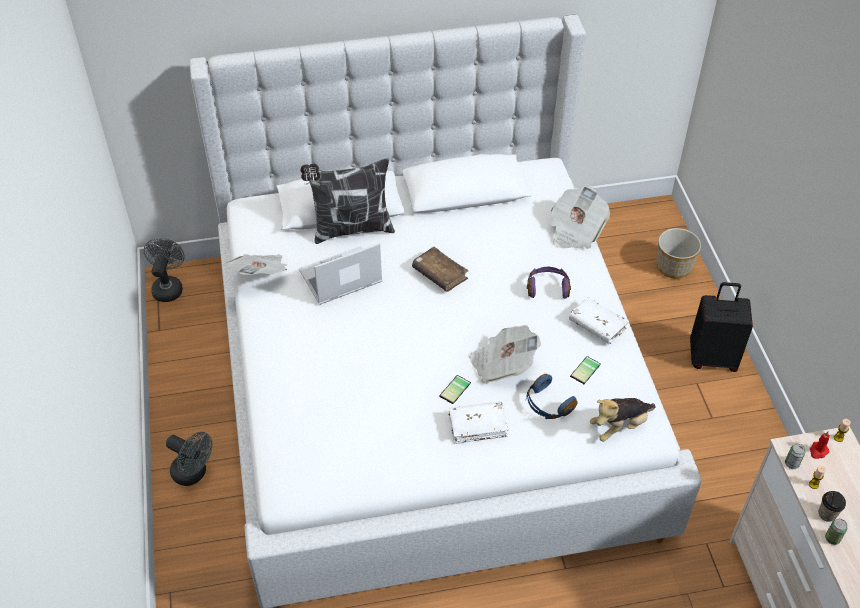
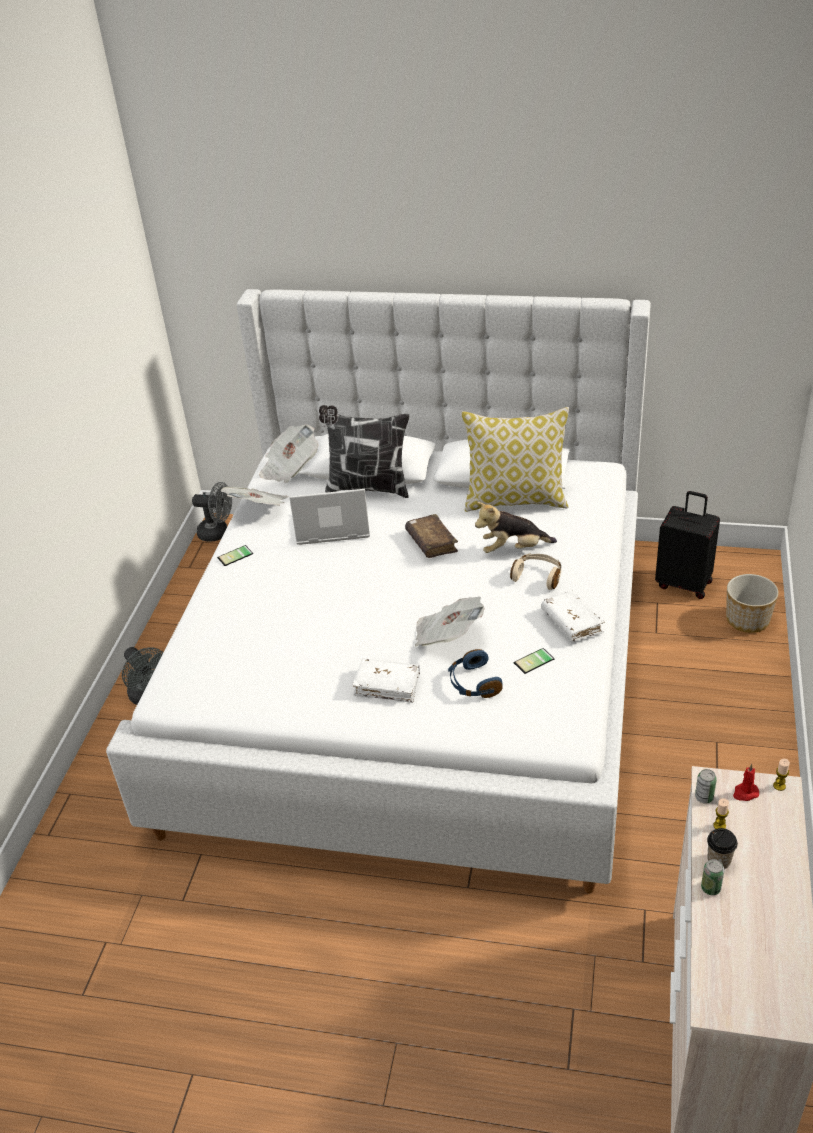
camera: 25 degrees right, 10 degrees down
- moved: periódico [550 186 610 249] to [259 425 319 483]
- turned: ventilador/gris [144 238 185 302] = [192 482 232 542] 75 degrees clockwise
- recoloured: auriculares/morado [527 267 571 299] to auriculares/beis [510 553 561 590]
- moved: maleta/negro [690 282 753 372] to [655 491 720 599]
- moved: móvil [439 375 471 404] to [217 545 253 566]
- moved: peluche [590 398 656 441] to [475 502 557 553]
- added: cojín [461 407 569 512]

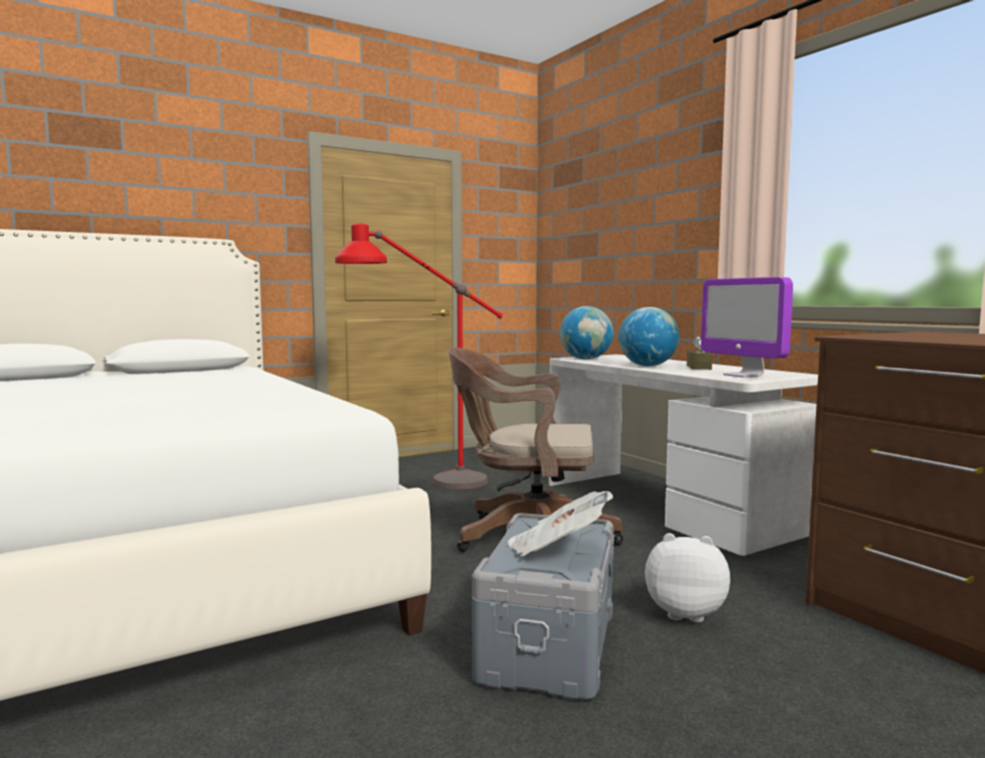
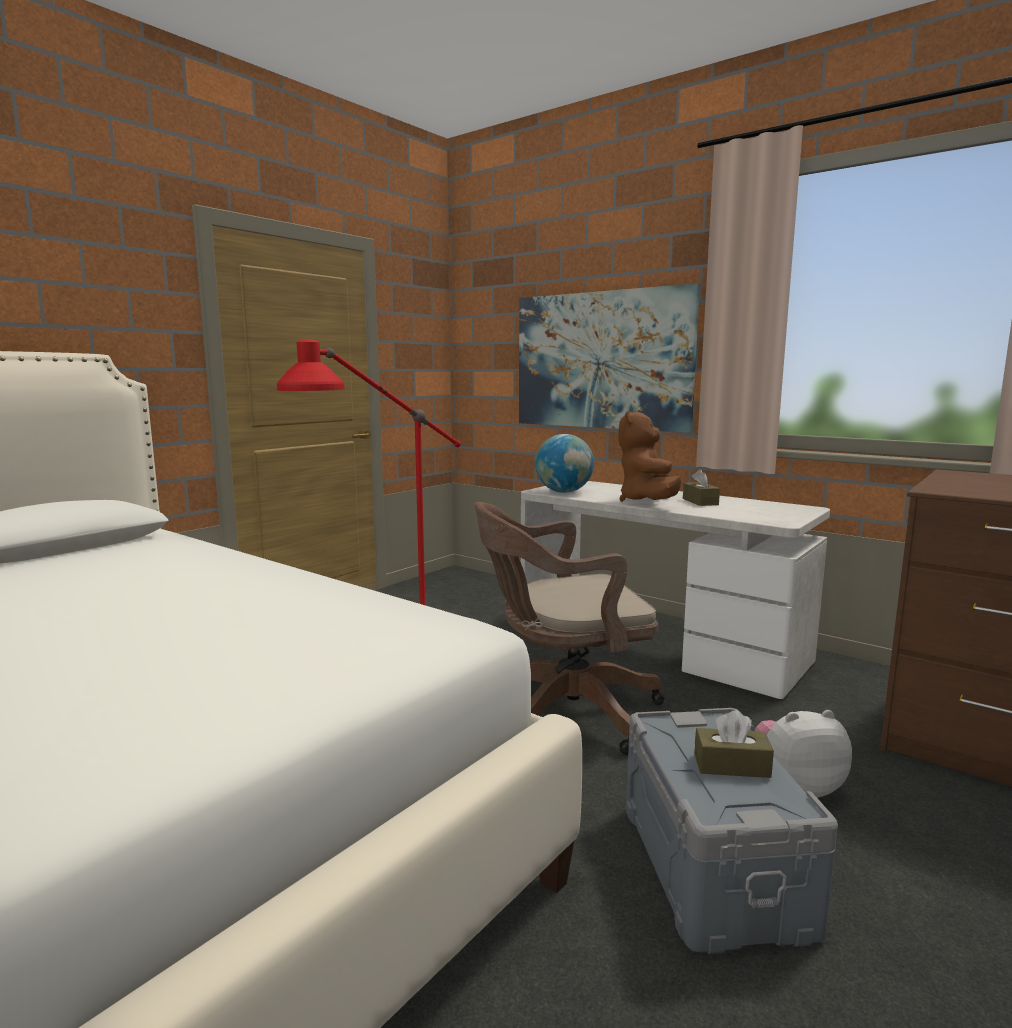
camera: 20 degrees left, 5 degrees up
- removed: monitor [701 277 793 378]
- replaced: globo terráqueo [619 307 679 366] to peluche/marrón [619 411 681 502]
- replaced: periódico [507 491 613 556] to caja de pañuelos/marrón [694 711 774 778]
- added: cuadro [519 283 700 433]

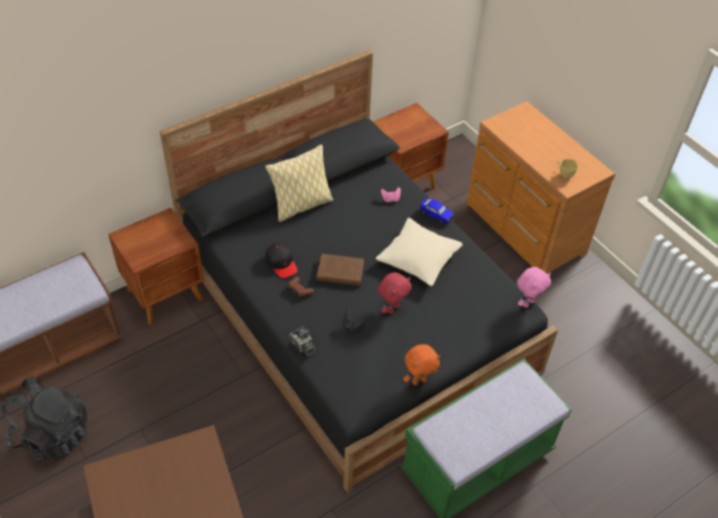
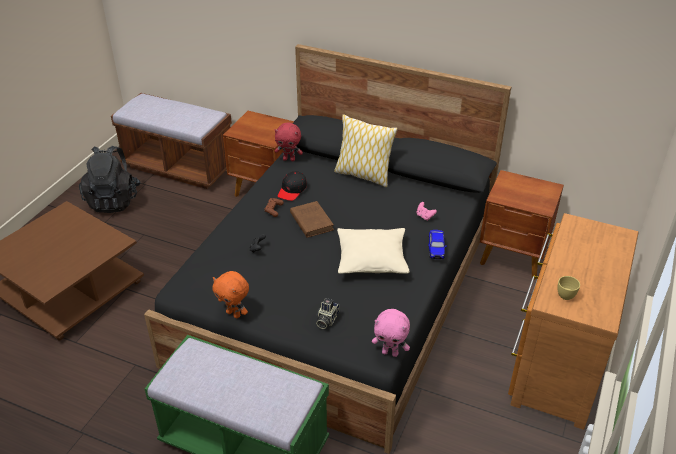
camera: 60 degrees right, 10 degrees down
- moved: peluche/rojo [378 272 412 314] to [275 123 303 161]
- moved: cámara [289 327 315 355] to [316 298 339 329]

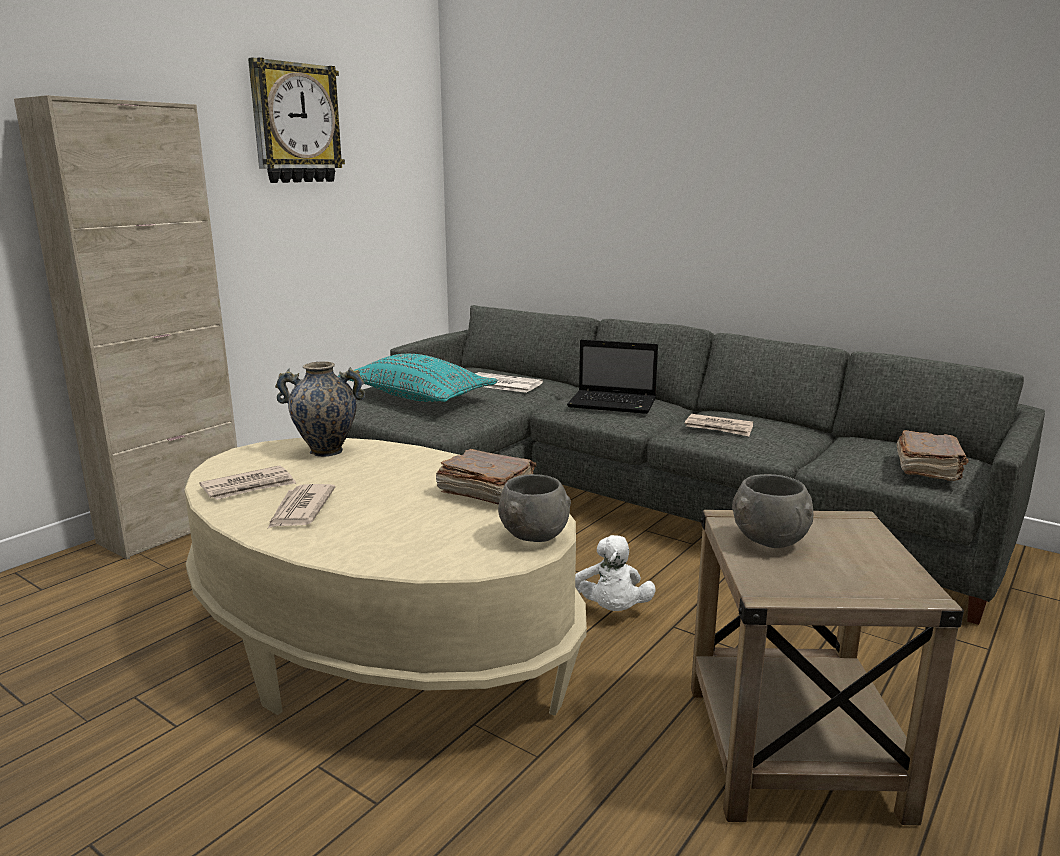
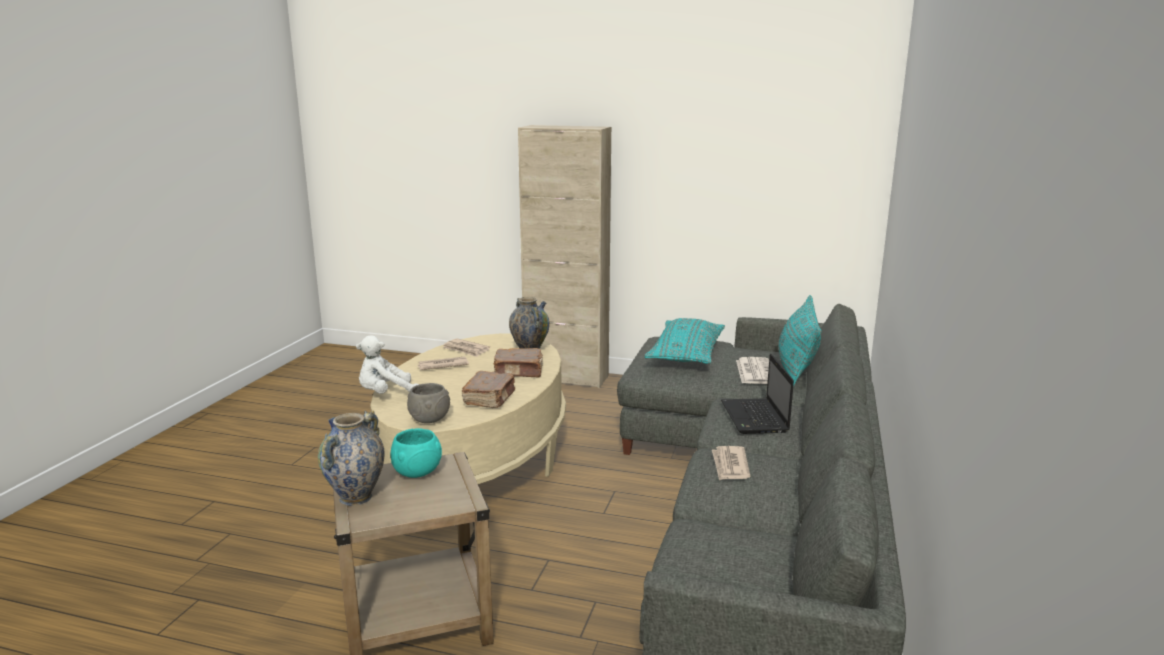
camera: 70 degrees right, 0 degrees up
- removed: reloj de pared [248 57 345 183]
- moved: libro/marrón [896 430 969 481] to [493 348 544 377]
- recoloured: cuenco/gris [732 474 813 548] to cuenco/turquesa [391 428 442 478]
- moved: peluche/blanco [575 535 656 611] to [356 335 419 394]
- added: cojín/turquesa [779 295 822 388]
- added: florero [318 411 385 506]

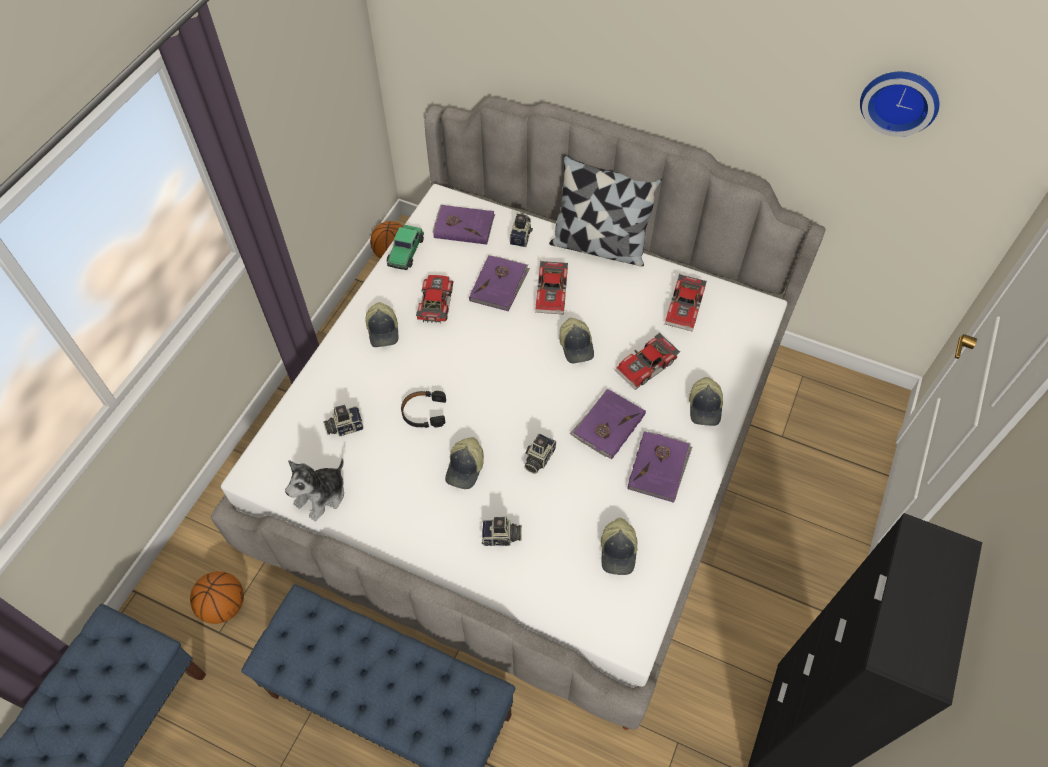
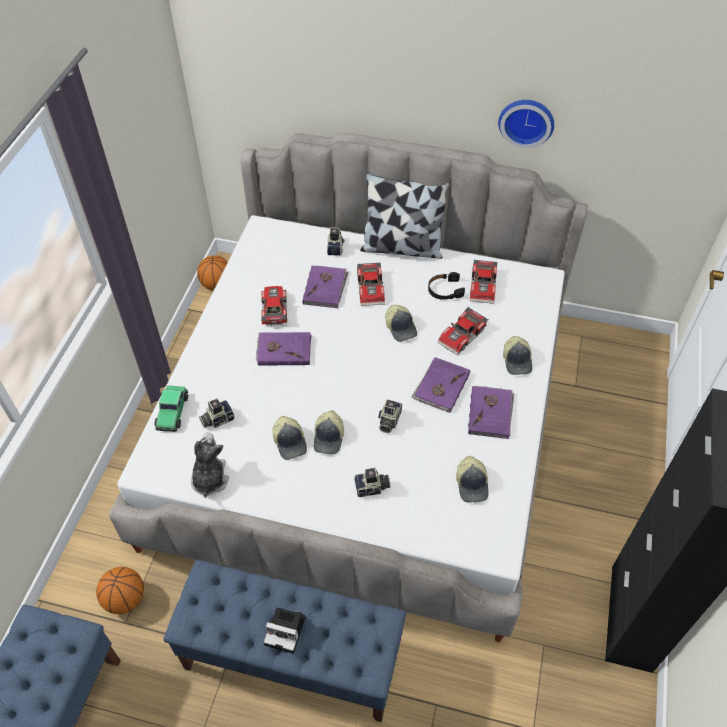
camera: 10 degrees left, 5 degrees down
- moved: reloj de pared [860 72 939 137] to [498 100 554 148]
- moved: libro/morado [432 204 495 245] to [256 332 312 366]
- moved: coche de juguete [387 225 424 270] to [154 385 188 432]
- moved: gorra [365 302 398 347] to [273 416 307 460]
- moved: auriculares/negro [401 391 446 428] to [428 272 465 300]
- turned: peluche [285 458 344 521] = [191 433 229 498] 150 degrees clockwise
- added: cámara [264 608 305 654]

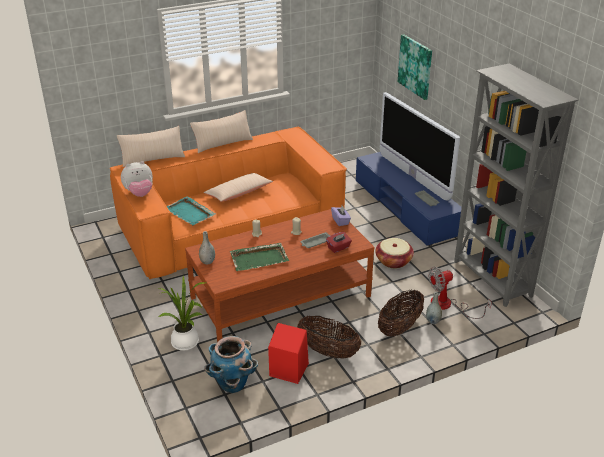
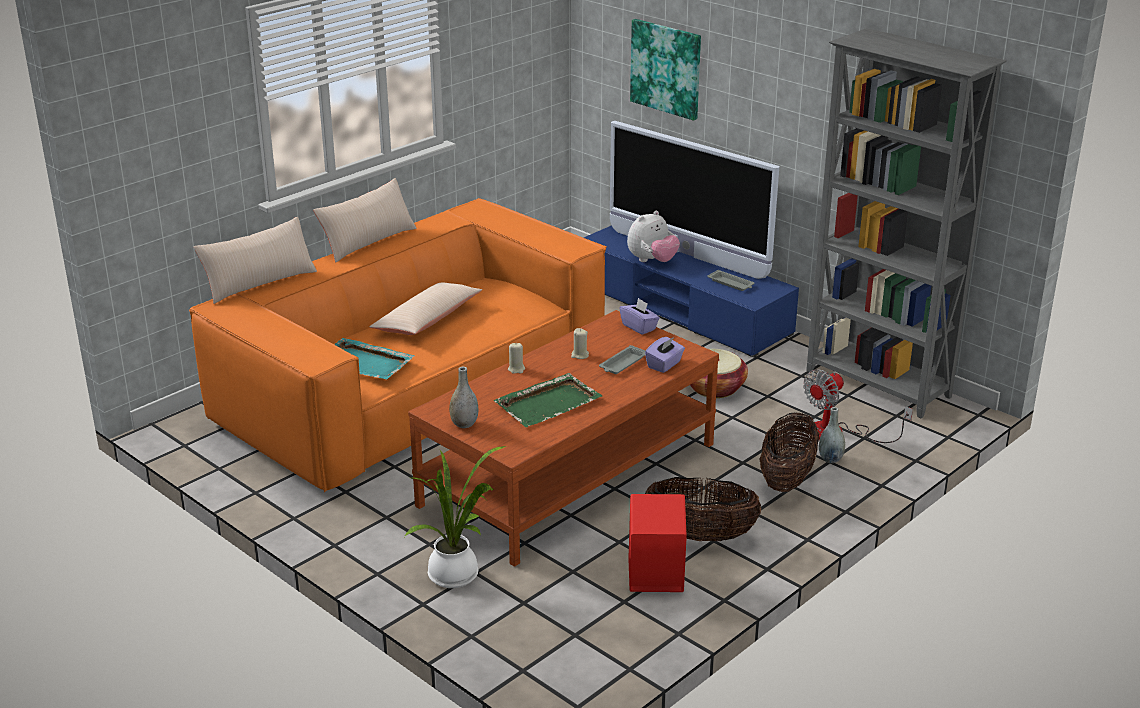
camera: 20 degrees left, 5 degrees down
- moved: peluche [121 161 153 197] to [627 211 680 262]
- recoloured: caja de pañuelos/rojo [326 232 352 253] to caja de pañuelos/morado [645 337 685 373]
- removed: maceta [204 336 258 393]

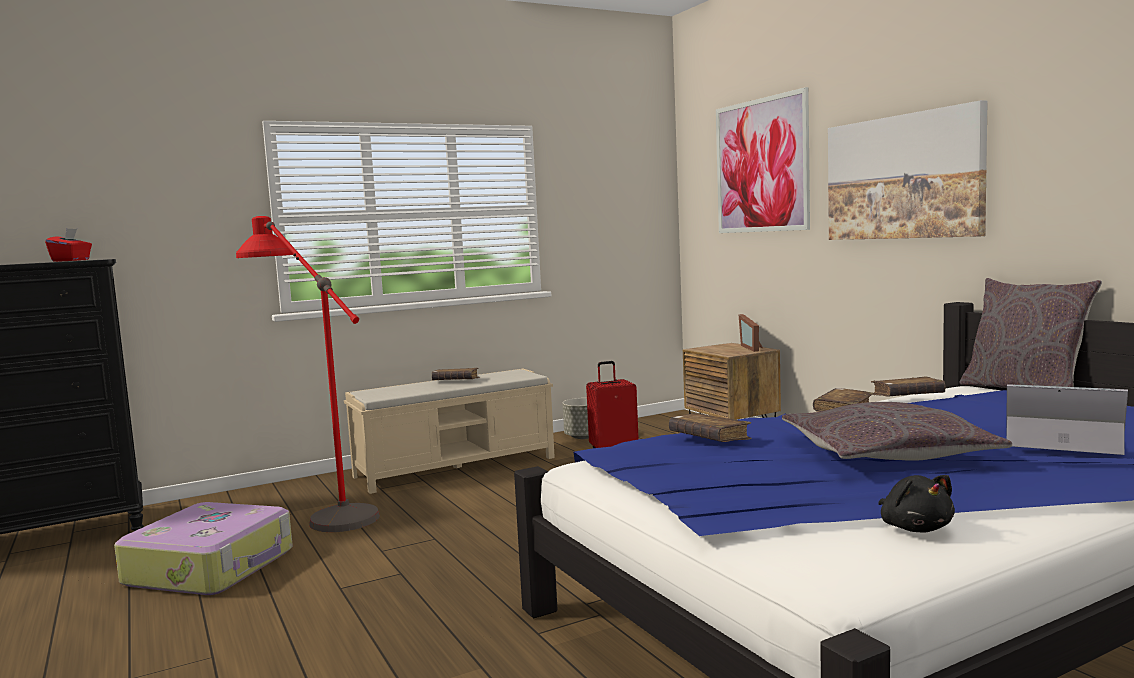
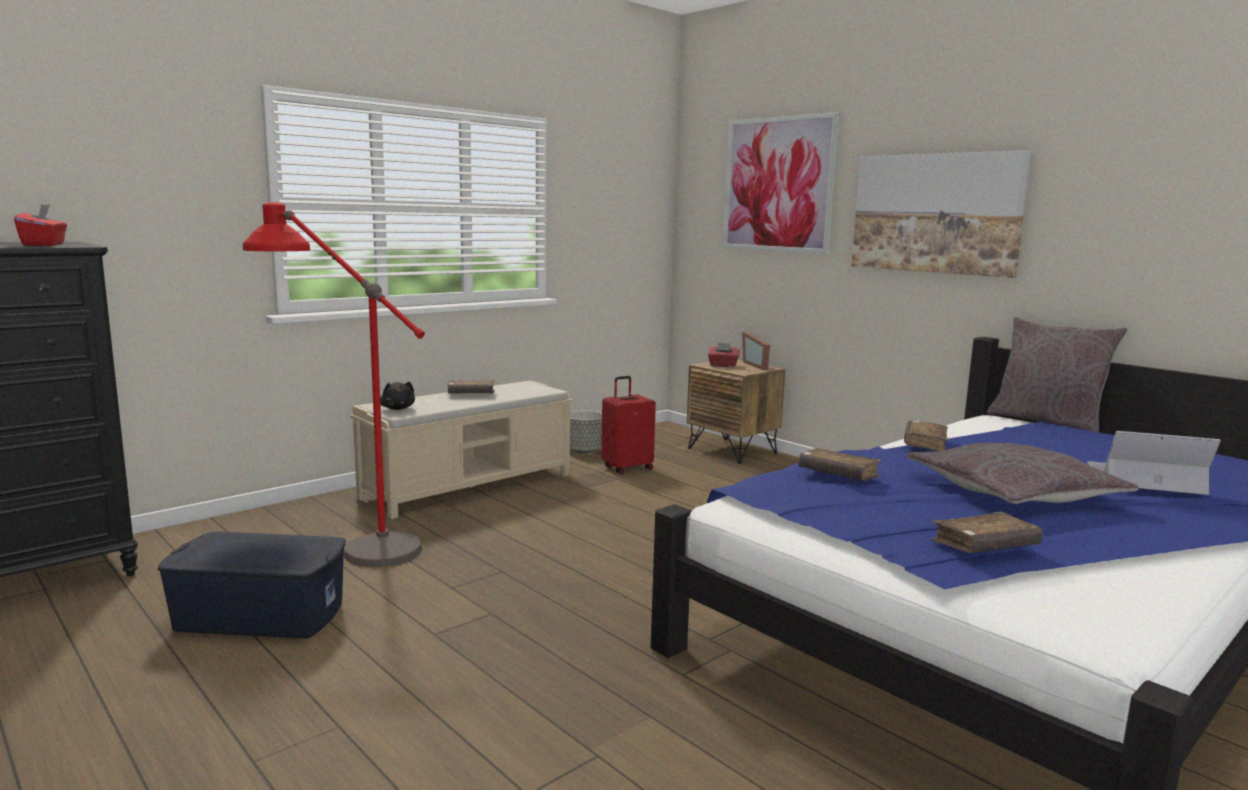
camera: 15 degrees left, 5 degrees up
- moved: libro/marrón [871 376 945 396] to [931 512 1043 553]
- moved: peluche/negro [878 475 955 532] to [380 382 415 410]
- replaced: maleta [114 502 293 595] to caja de almacenaje/azul [158 532 346 638]
- added: caja de pañuelos/rojo [708 342 740 367]

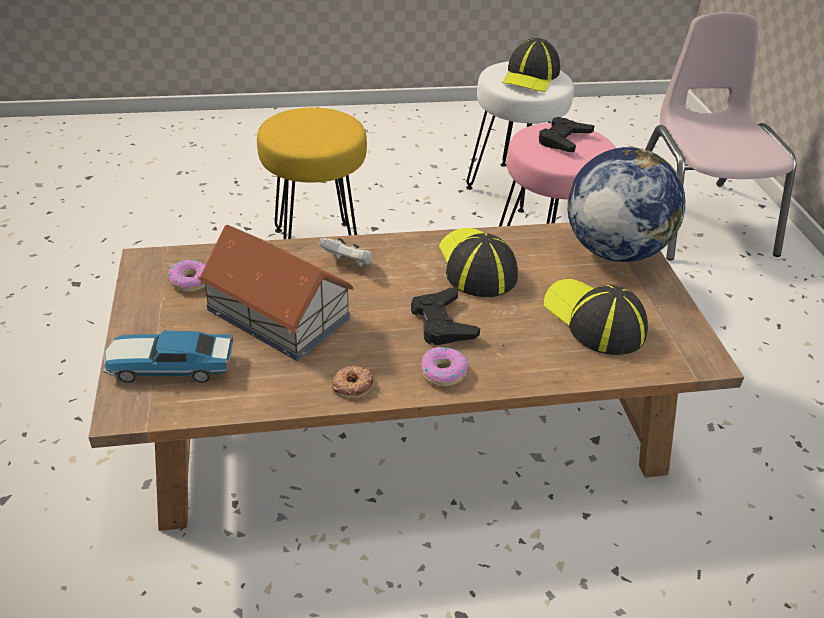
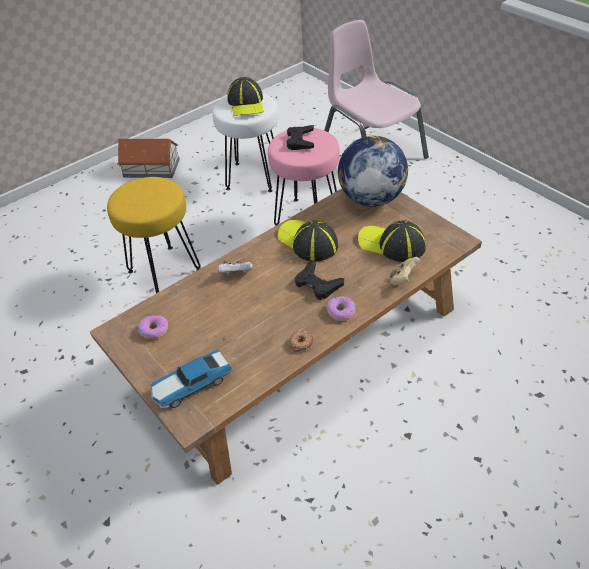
camera: 25 degrees left, 5 degrees up
- moved: casita [197 225 354 361] to [117 139 180 178]
- added: mando de consola/beis [390 257 420 285]

